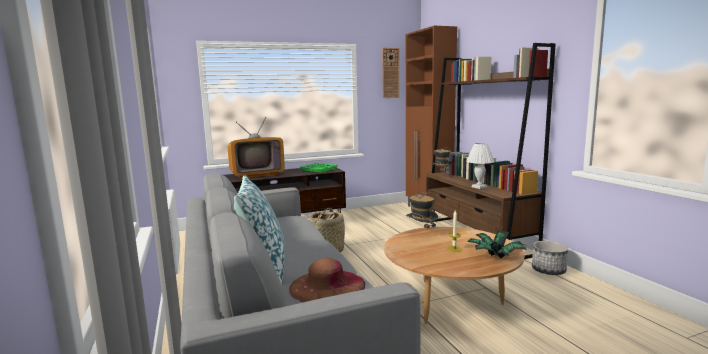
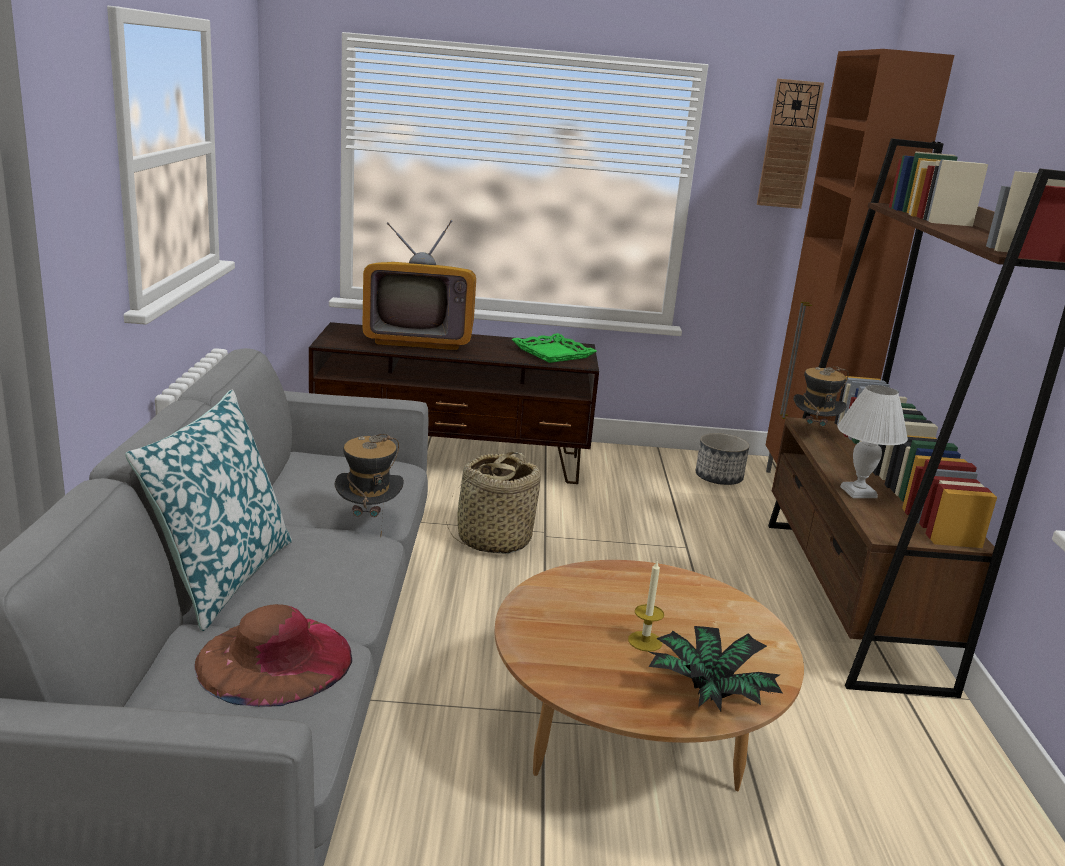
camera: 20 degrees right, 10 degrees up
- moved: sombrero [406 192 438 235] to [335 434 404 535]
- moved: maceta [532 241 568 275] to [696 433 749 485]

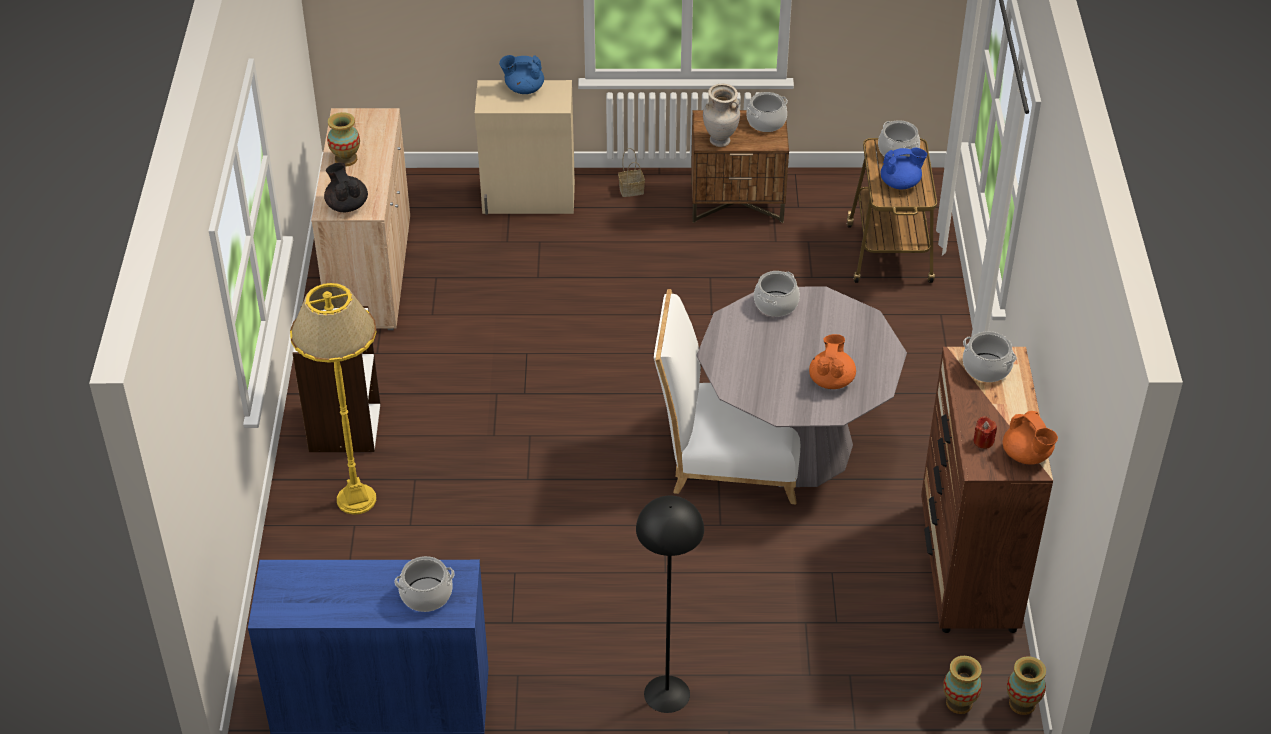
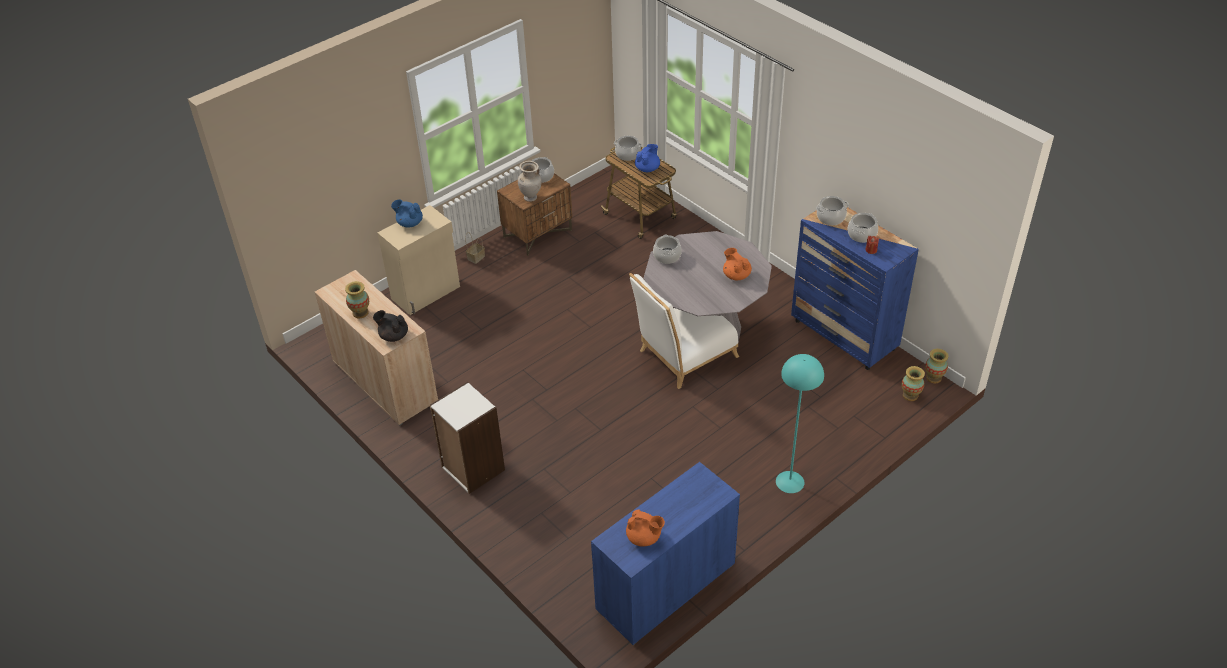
camera: 40 degrees left, 0 degrees up
- turned: tetera/azul [499 55 544 94] = [391 199 423 227] 60 degrees clockwise
- removed: lámpara de pie/amarillo [290 283 377 515]
- recoloured: cómoda/marrón [921 347 1053 633] to cómoda/azul [791 207 919 370]
- moved: tetera/naranja [1003 411 1058 464] to [626 510 665 546]
- recoloured: lámpara de pie/negro [636 495 704 713] to lámpara de pie/turquesa [776 354 824 493]
- moved: olla [394 556 455 612] to [848 213 878 243]

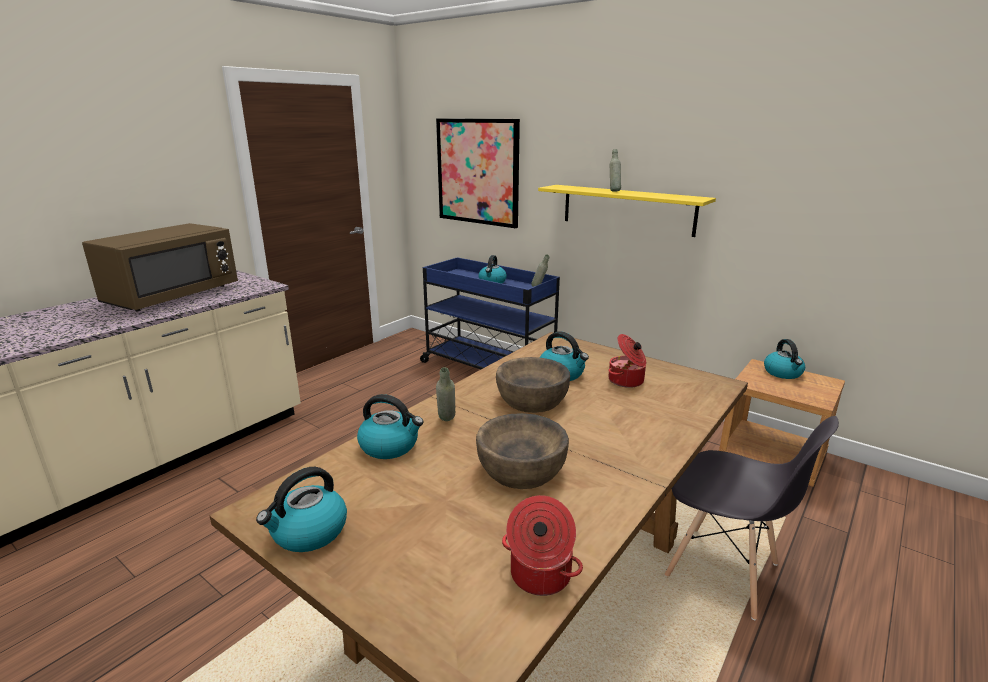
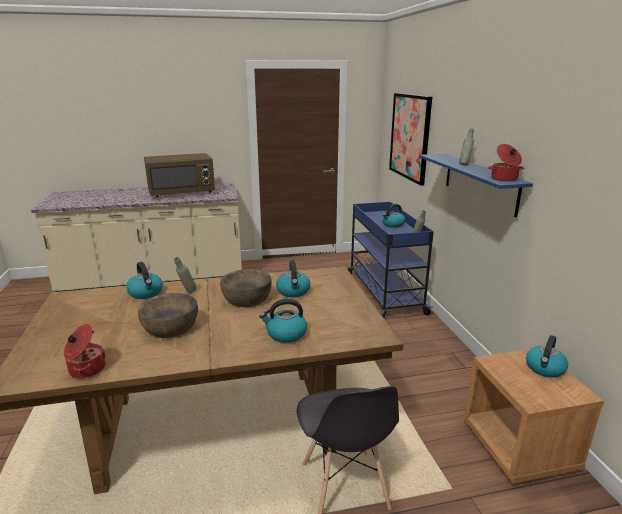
camera: 40 degrees right, 0 degrees up
- recoloured: estante/amarillo [538 185 716 237] to estante/azul [419 154 533 218]
- moved: olla [608 334 646 388] to [488 144 525 181]
- moved: hervidor [256 467 347 552] to [259 299 307 343]

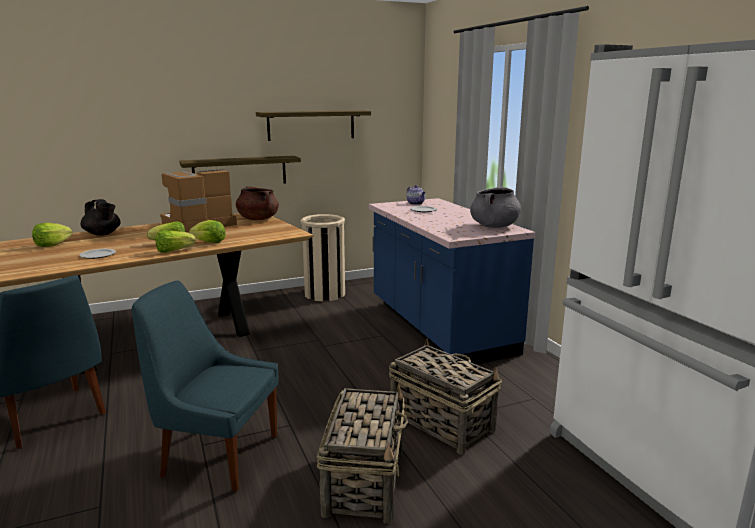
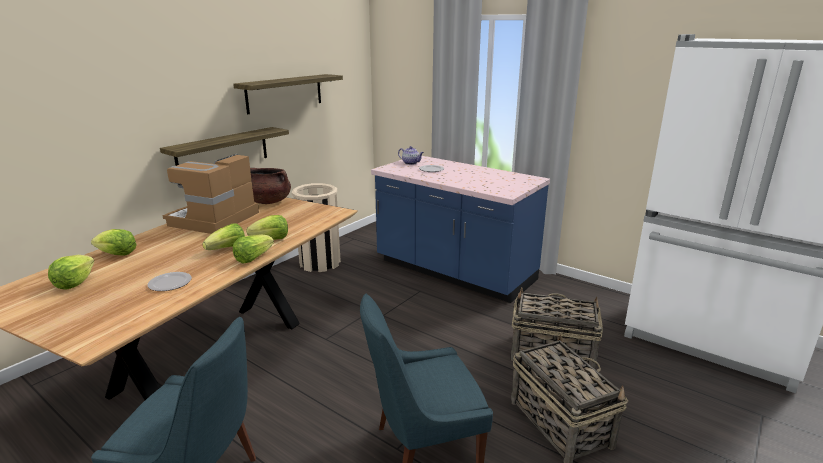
camera: 30 degrees left, 5 degrees up
- removed: olla/gris [470 187 521 228]
- replaced: tetera/negro [80 199 121 236] to lechuga [91 229 137 256]

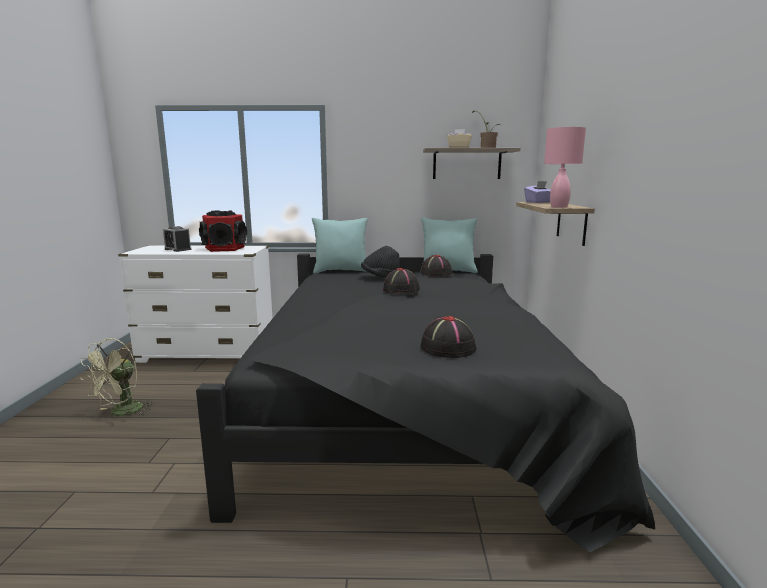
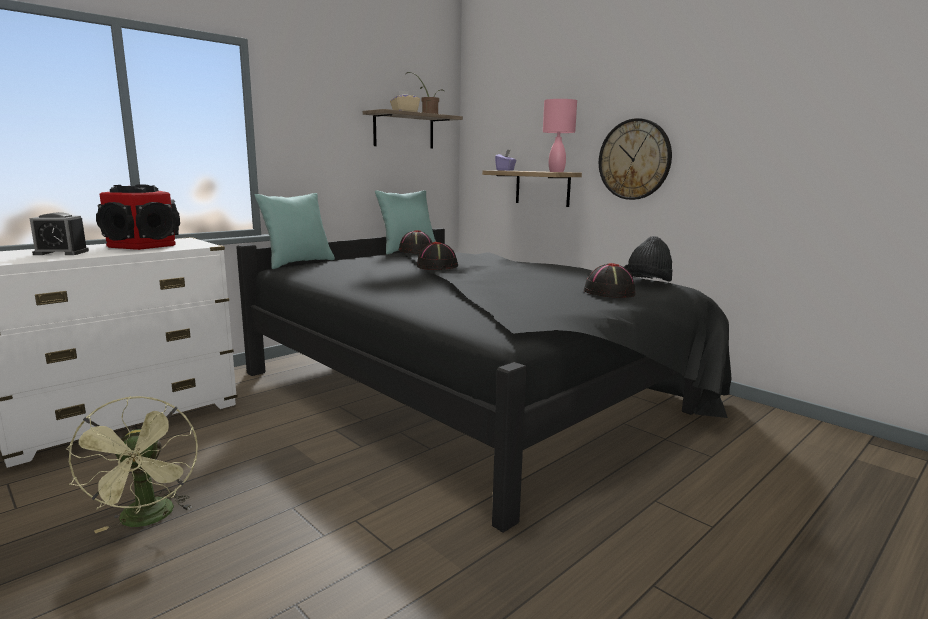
camera: 45 degrees left, 0 degrees up
- moved: sombrero/negro [361 246 400 278] to [624 236 673 281]
- added: reloj de pared [599 118 672 200]

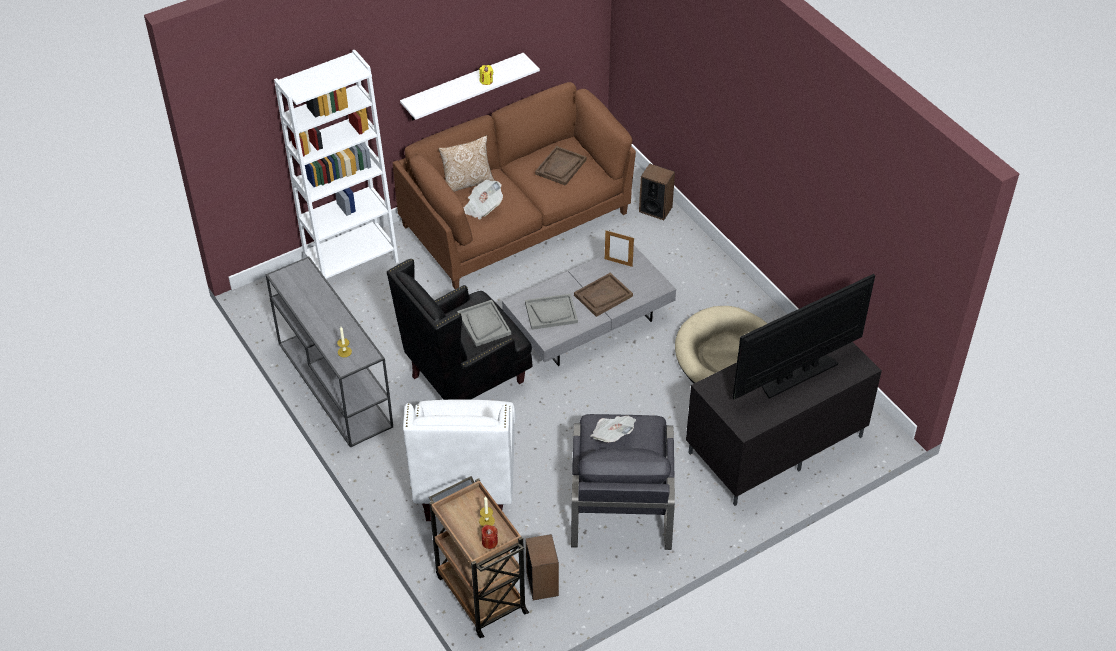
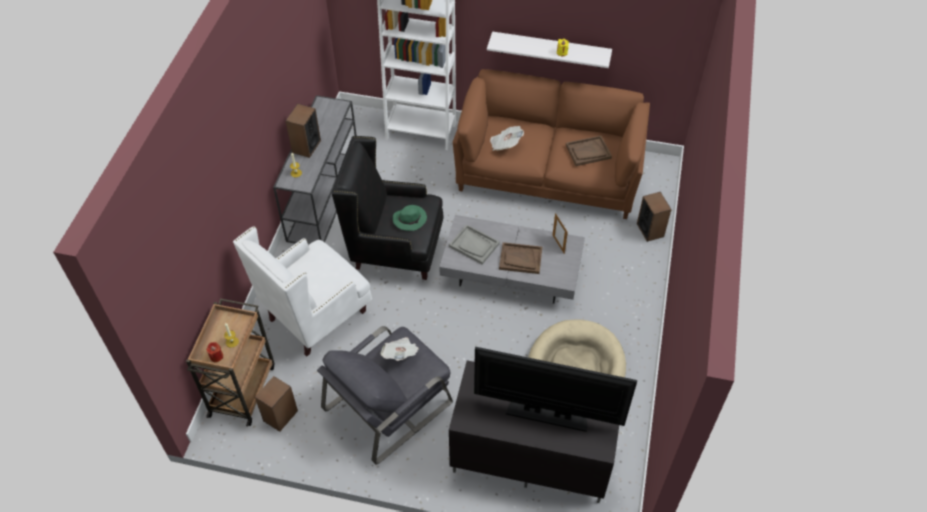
camera: 45 degrees right, 5 degrees up
- removed: cojín [438 135 495 192]
- replaced: bandeja/gris [457 300 511 347] to sombrero/verde [393 205 427 231]
- added: altavoz [286 104 321 158]

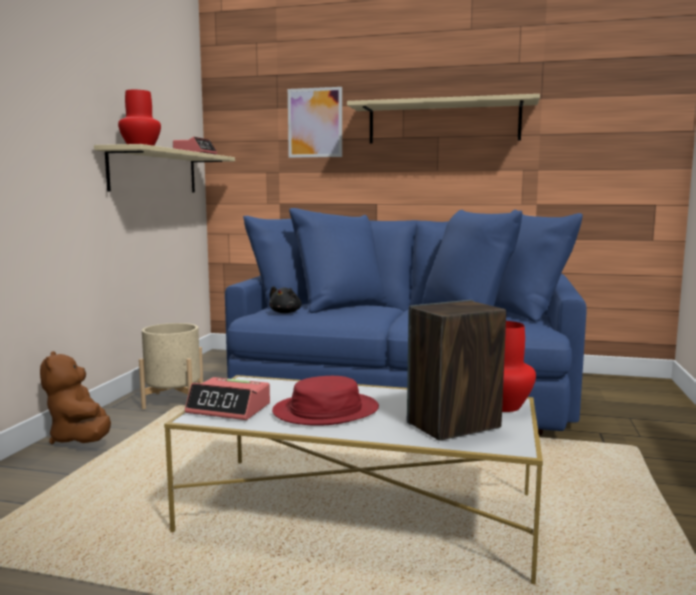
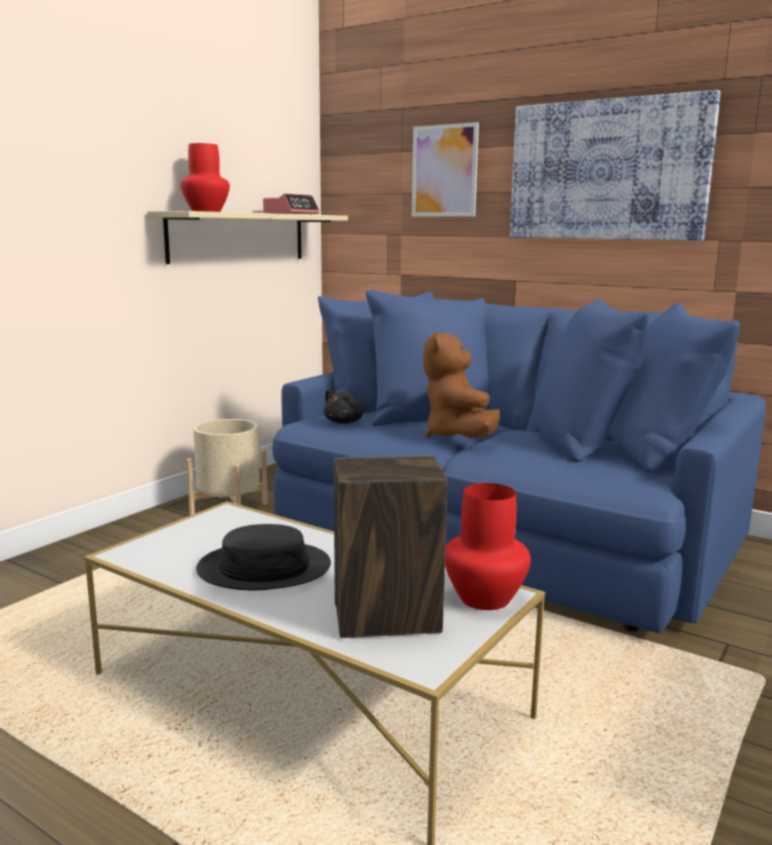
camera: 20 degrees right, 5 degrees up
- replaced: estante/beis [347 94 540 144] to cuadro [510 90 721 241]
- moved: peluche/marrón [40 351 111 444] to [423 331 500 438]
- recoloured: sombrero/rojo [272 376 379 426] to sombrero/negro [196 524 331 590]
- removed: despertador [185 377 270 420]

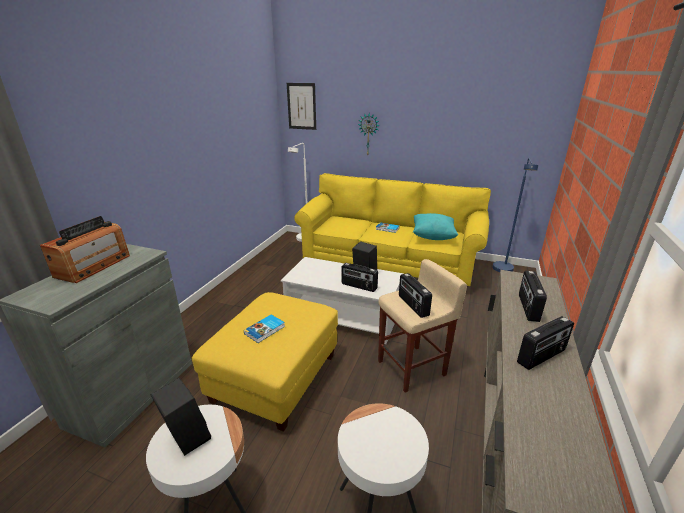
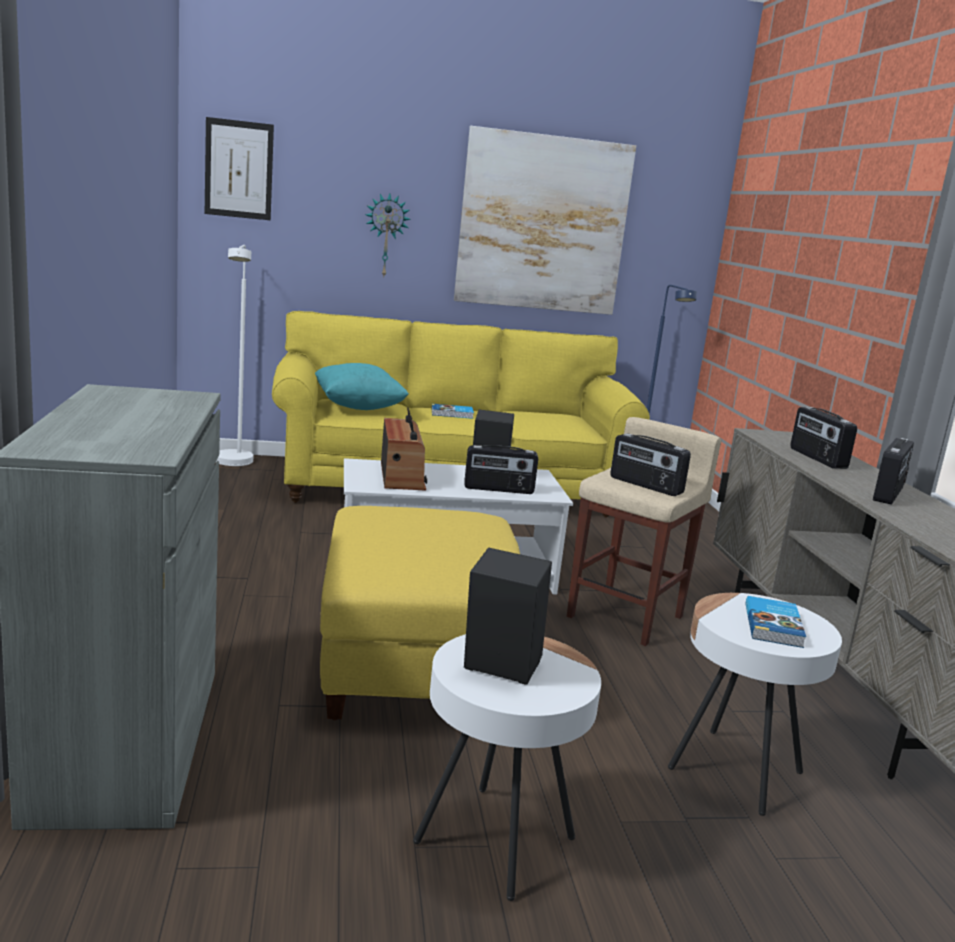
camera: 30 degrees left, 10 degrees down
- moved: cojín/turquesa [413 213 458 240] to [315 363 409 410]
- moved: radio [40 216 130 283] to [381 407 427 491]
- moved: libro [244 315 285 343] to [746 596 806 648]
- added: cuadro [454 126 636 315]

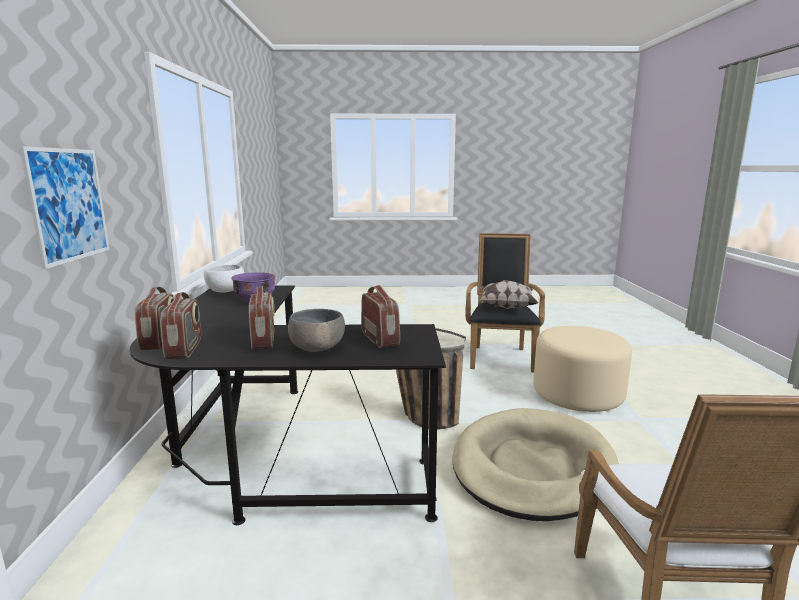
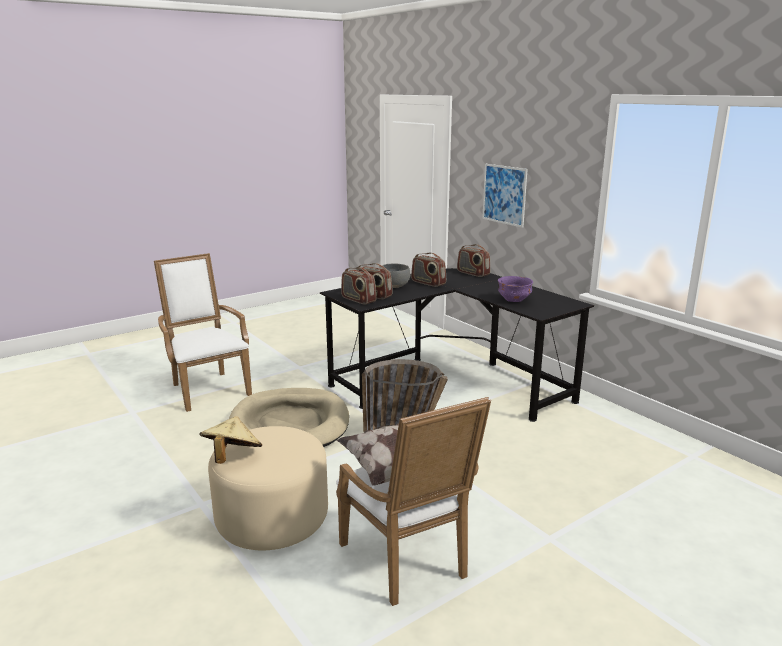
camera: 145 degrees right, 5 degrees up
- recoloured: sillón/negro [465 233 545 372] to sillón/blanco [336 397 491 606]
- removed: cuenco/blanco [204 264 244 293]
- moved: radio [160 292 201 359] to [341 267 376 305]
- added: sombrero/beis [199 416 262 464]

